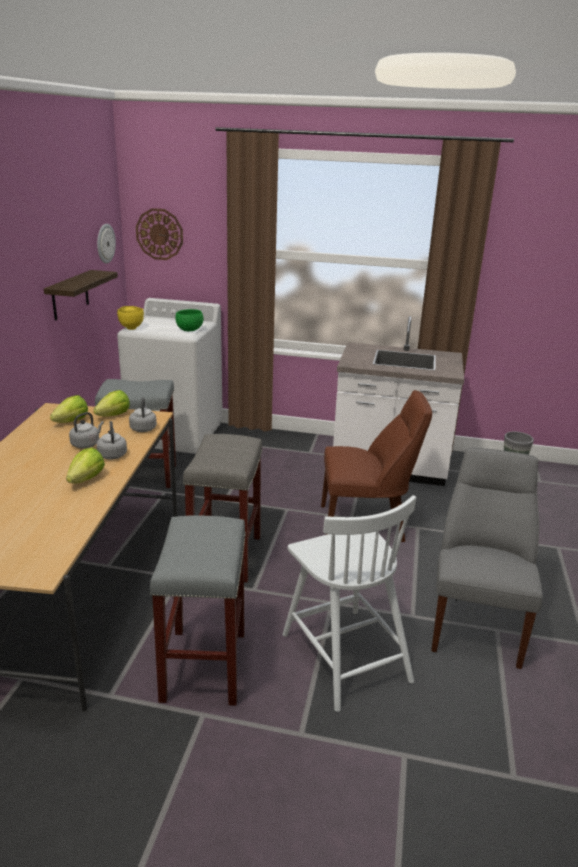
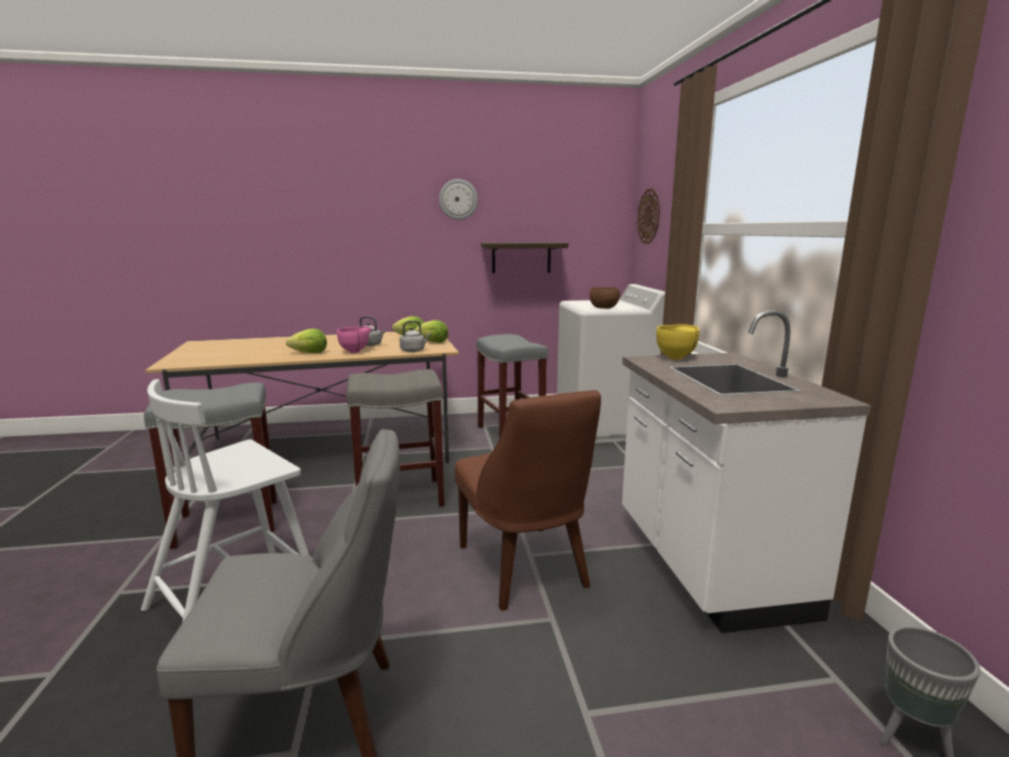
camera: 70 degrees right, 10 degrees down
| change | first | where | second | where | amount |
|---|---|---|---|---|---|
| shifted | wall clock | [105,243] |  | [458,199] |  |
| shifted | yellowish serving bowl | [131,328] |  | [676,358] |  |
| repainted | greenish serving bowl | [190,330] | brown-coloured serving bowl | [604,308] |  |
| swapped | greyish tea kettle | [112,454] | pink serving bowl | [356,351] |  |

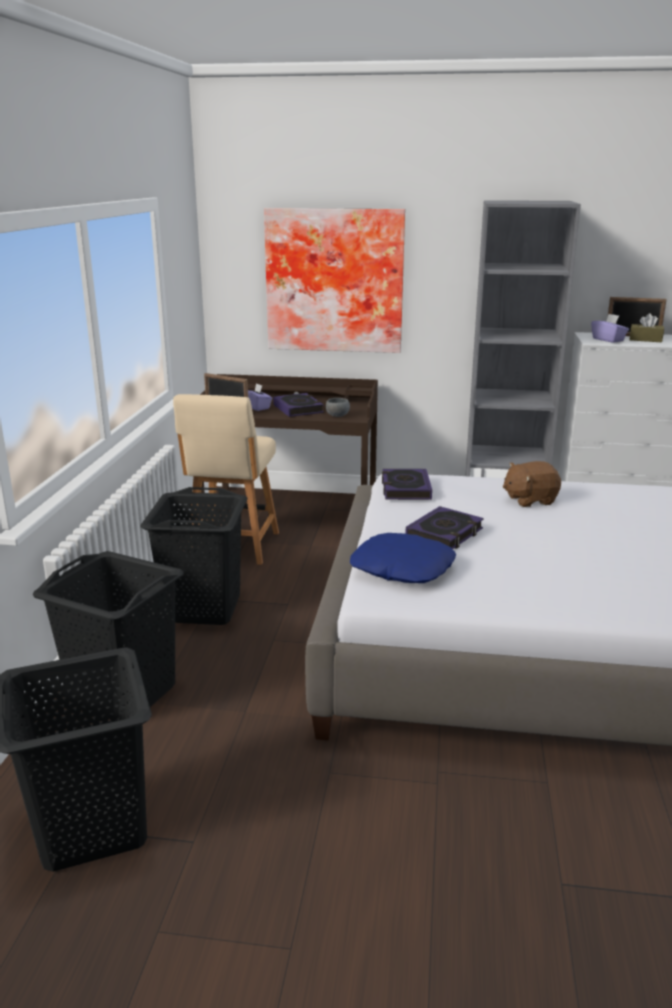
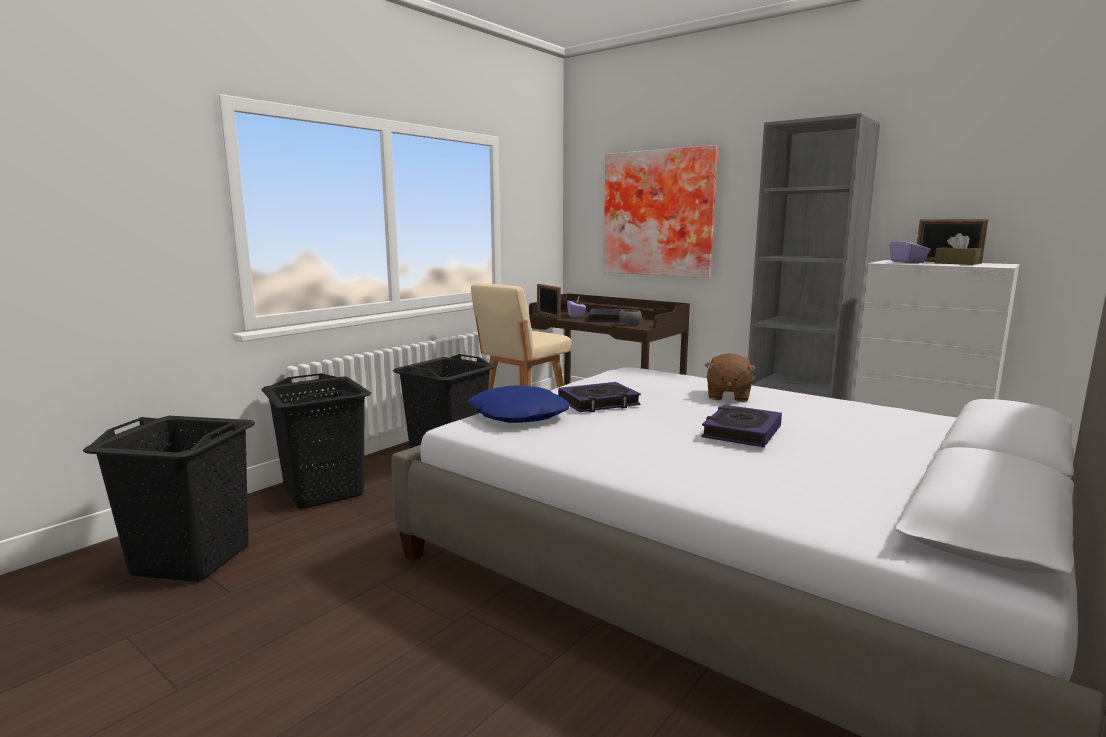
camera: 30 degrees right, 10 degrees down
| change | first | where | second | where | amount |
|---|---|---|---|---|---|
| rotated | brown-coloured soft toy | [529,500] |  | [727,396] | 90 degrees counterclockwise |
| shifted | bound book | [405,489] |  | [741,432] |  |

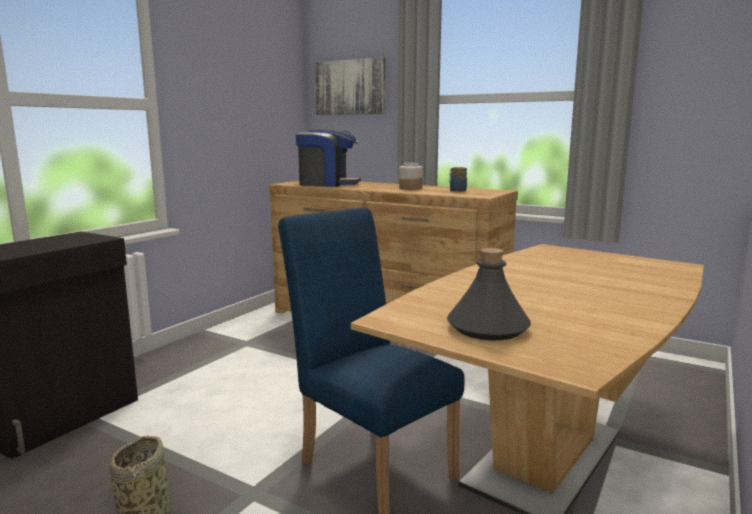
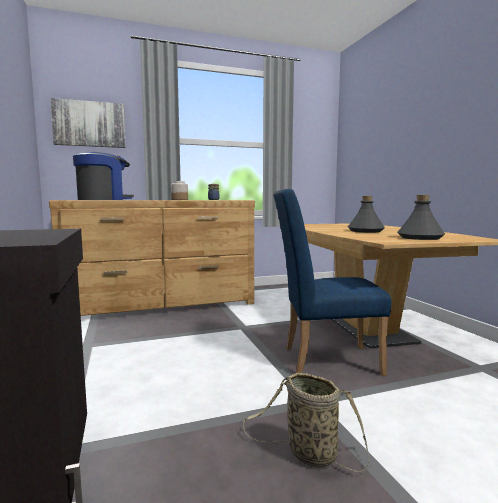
camera: 50 degrees left, 5 degrees down
| change | first | where | second | where | amount |
|---|---|---|---|---|---|
| new |  |  | greyish drink bottle | [365,231] |  |

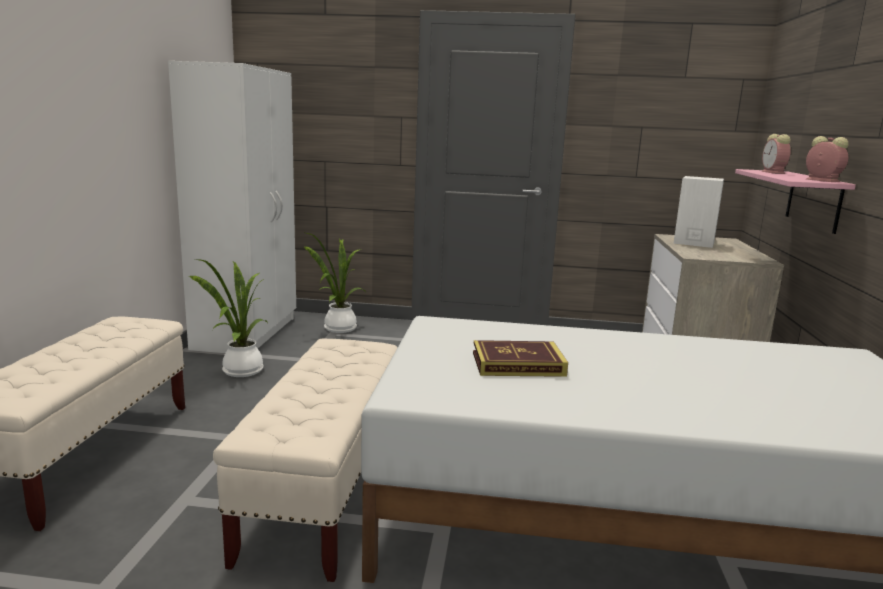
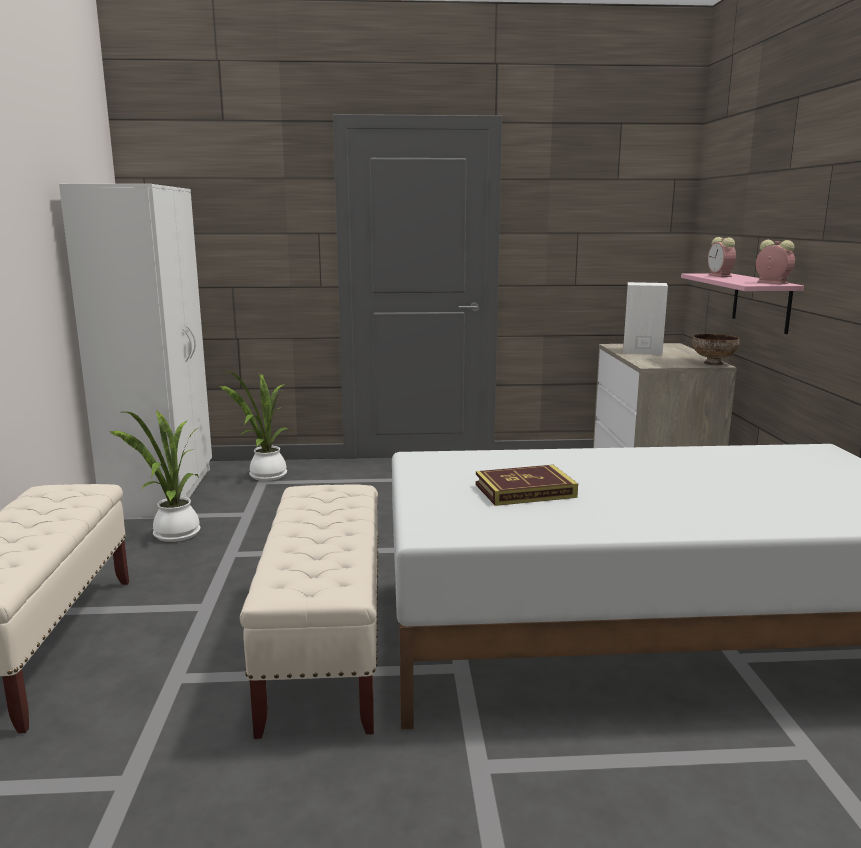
camera: 10 degrees left, 0 degrees up
| change | first | where | second | where | amount |
|---|---|---|---|---|---|
| new |  |  | serving bowl | [712,363] |  |

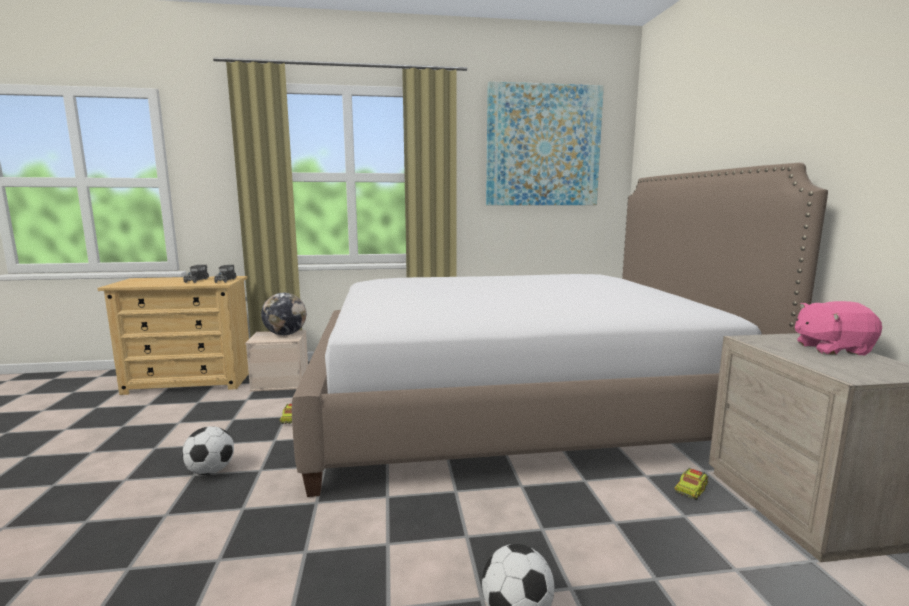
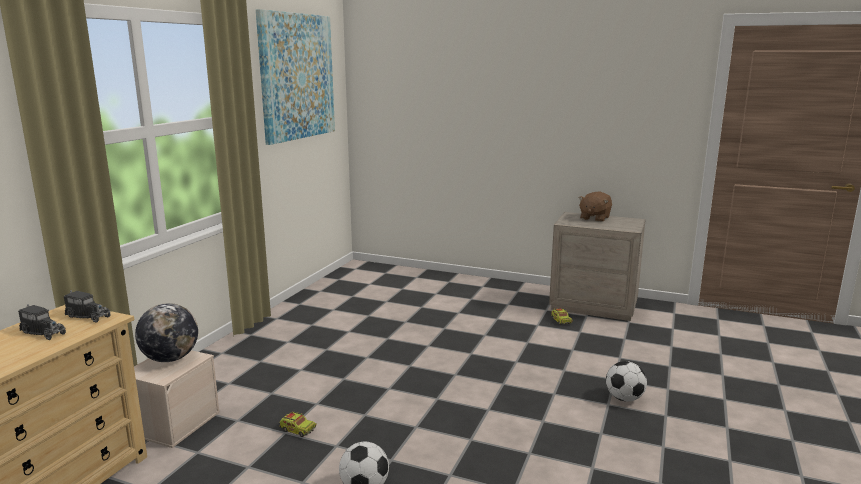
camera: 60 degrees left, 5 degrees up
| change | first | where | second | where | amount |
|---|---|---|---|---|---|
| gone | bedroom bed | [516,406] |  |  |  |
| repainted | pink soft toy | [831,349] | brown-coloured soft toy | [594,218] |  |

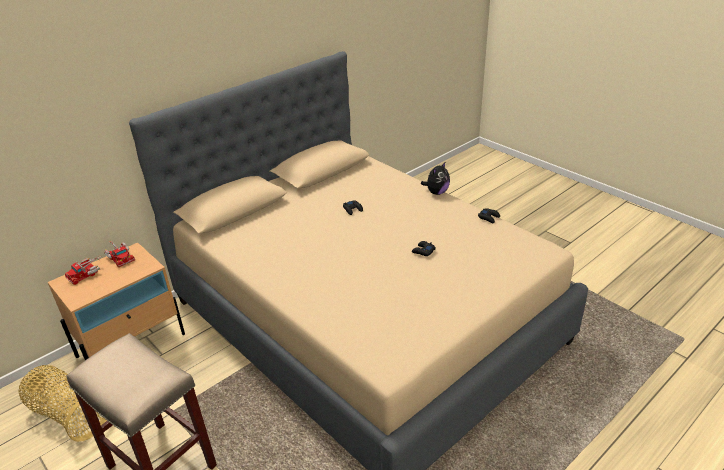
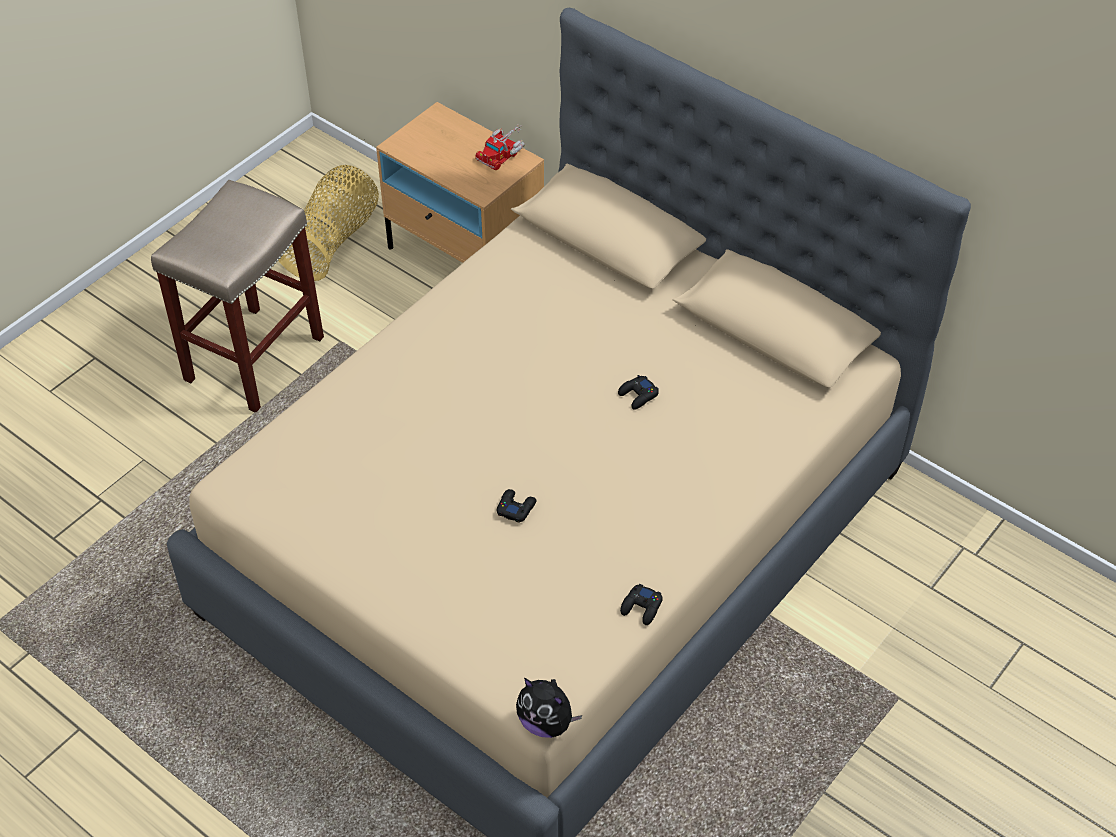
camera: 80 degrees right, 15 degrees up
| change | first | where | second | where | amount |
|---|---|---|---|---|---|
| shifted | soft toy | [436,192] |  | [546,722] |  |
| gone | toy truck | [86,273] |  |  |  |

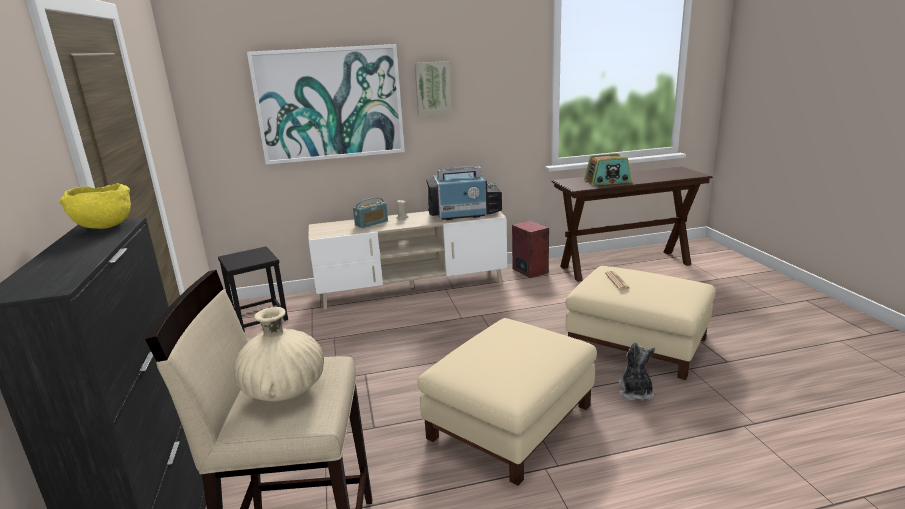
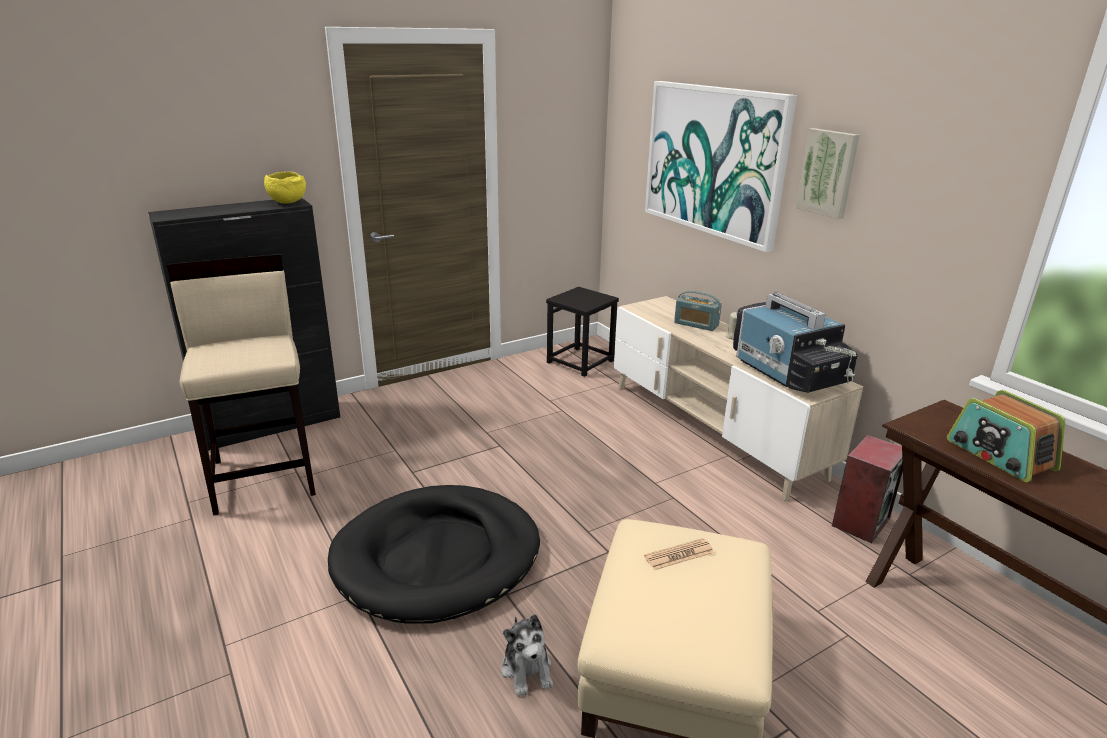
camera: 70 degrees right, 5 degrees up
| change | first | where | second | where | amount |
|---|---|---|---|---|---|
| gone | beige vase | [284,391] |  |  |  |
| swapped | beige ottoman | [510,421] | blackish pet bed | [438,557] |  |
| rotated | soft toy | [635,392] |  | [527,670] | 90 degrees clockwise |

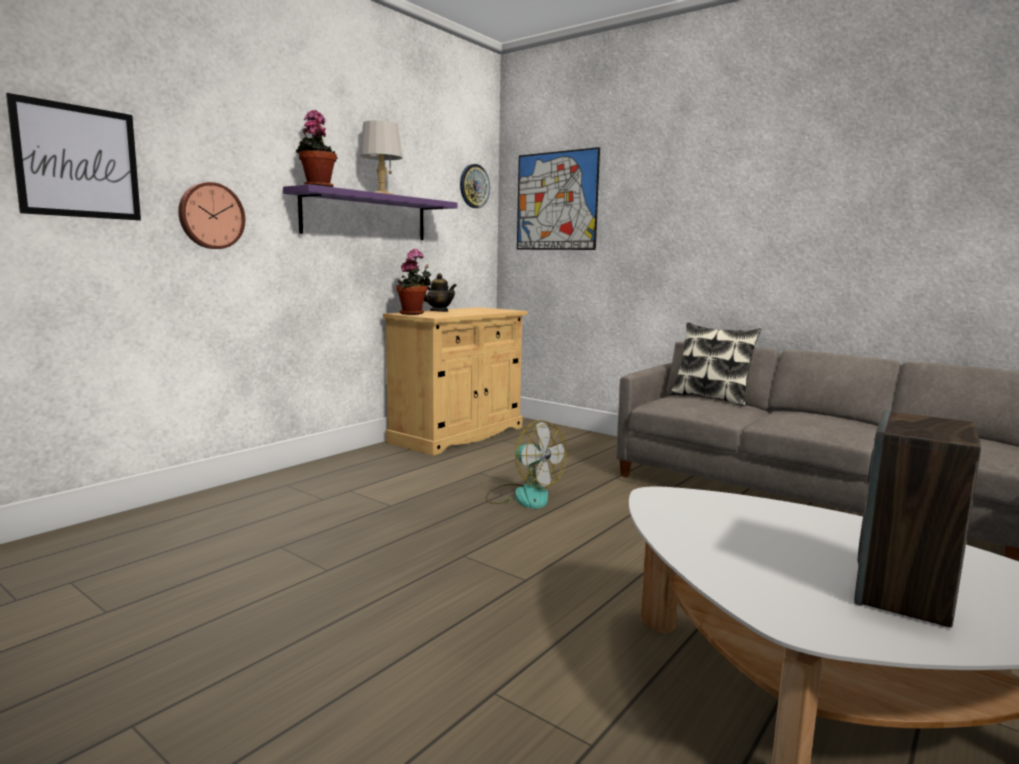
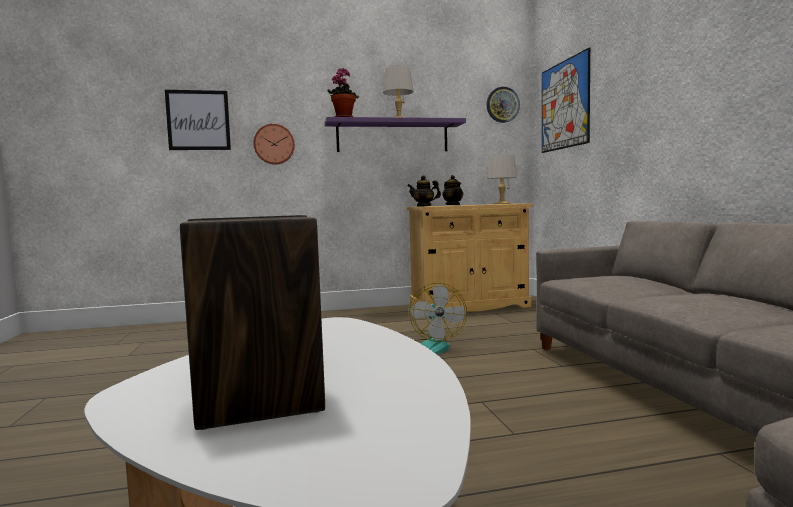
camera: 40 degrees right, 5 degrees down
| change | first | where | second | where | amount |
|---|---|---|---|---|---|
| swapped | plant in a pot | [413,314] | pot for tea | [424,206] |  |
| gone | pillow | [711,398] |  |  |  |
| new |  |  | greyish tabletop lamp | [501,203] |  |

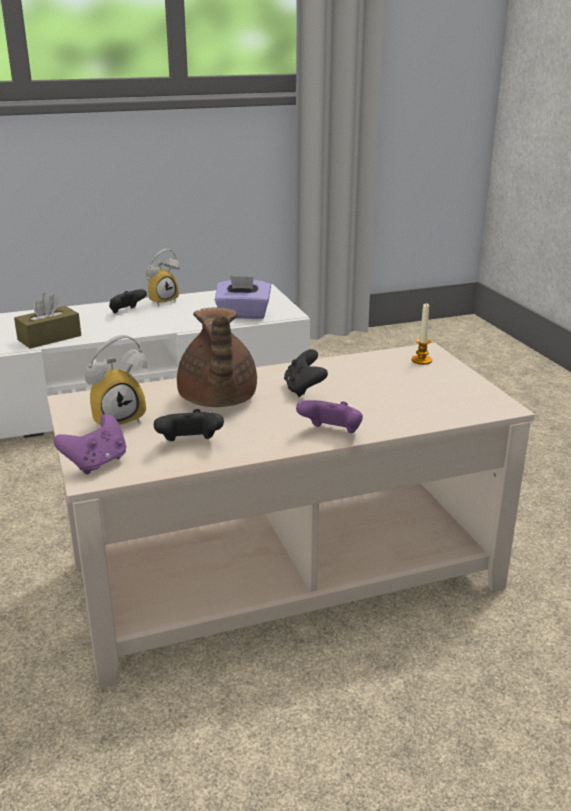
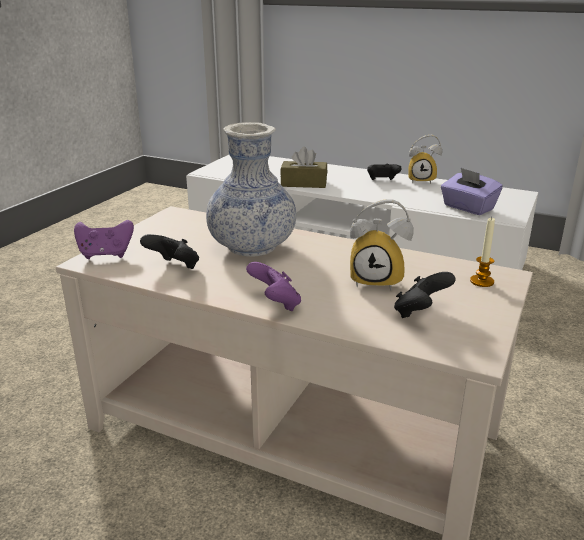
camera: 45 degrees right, 0 degrees up
| change | first | where | second | where | amount |
|---|---|---|---|---|---|
| swapped | brown-coloured pot for tea | [217,400] | vase | [252,247] |  |
| shifted | bedside clock | [118,419] |  | [378,280] |  |
| shifted | blackish gamepad | [304,389] |  | [420,313] |  |

